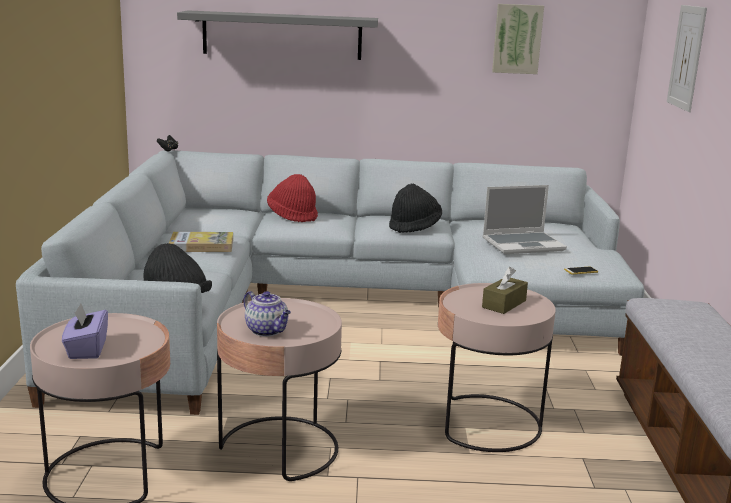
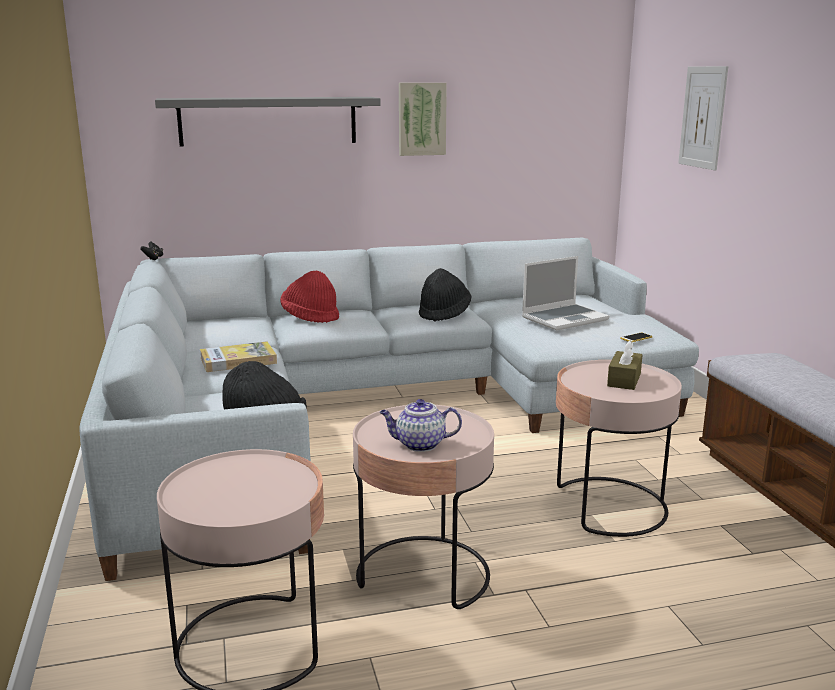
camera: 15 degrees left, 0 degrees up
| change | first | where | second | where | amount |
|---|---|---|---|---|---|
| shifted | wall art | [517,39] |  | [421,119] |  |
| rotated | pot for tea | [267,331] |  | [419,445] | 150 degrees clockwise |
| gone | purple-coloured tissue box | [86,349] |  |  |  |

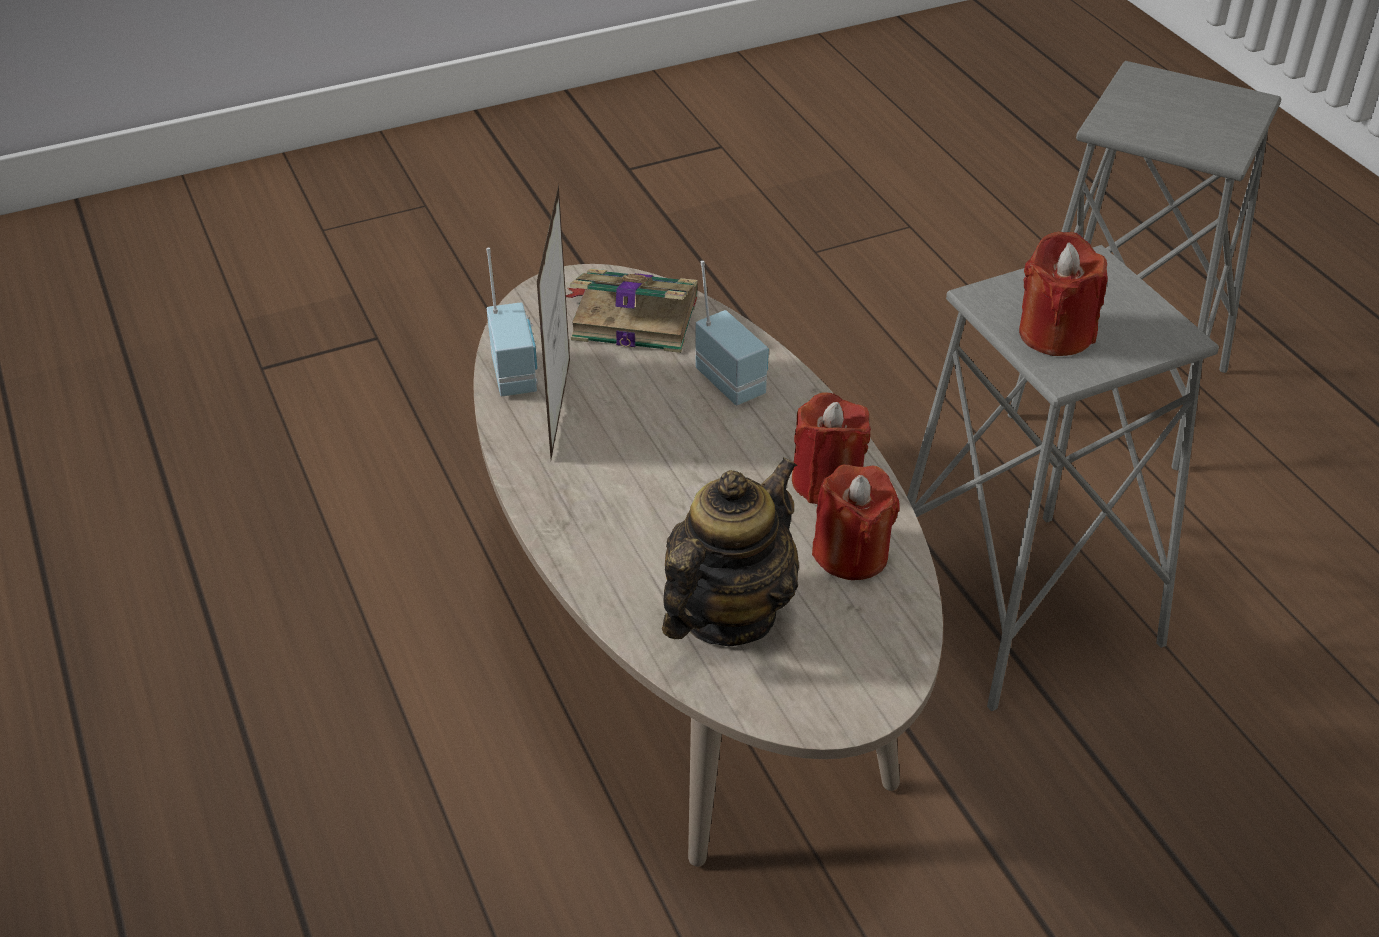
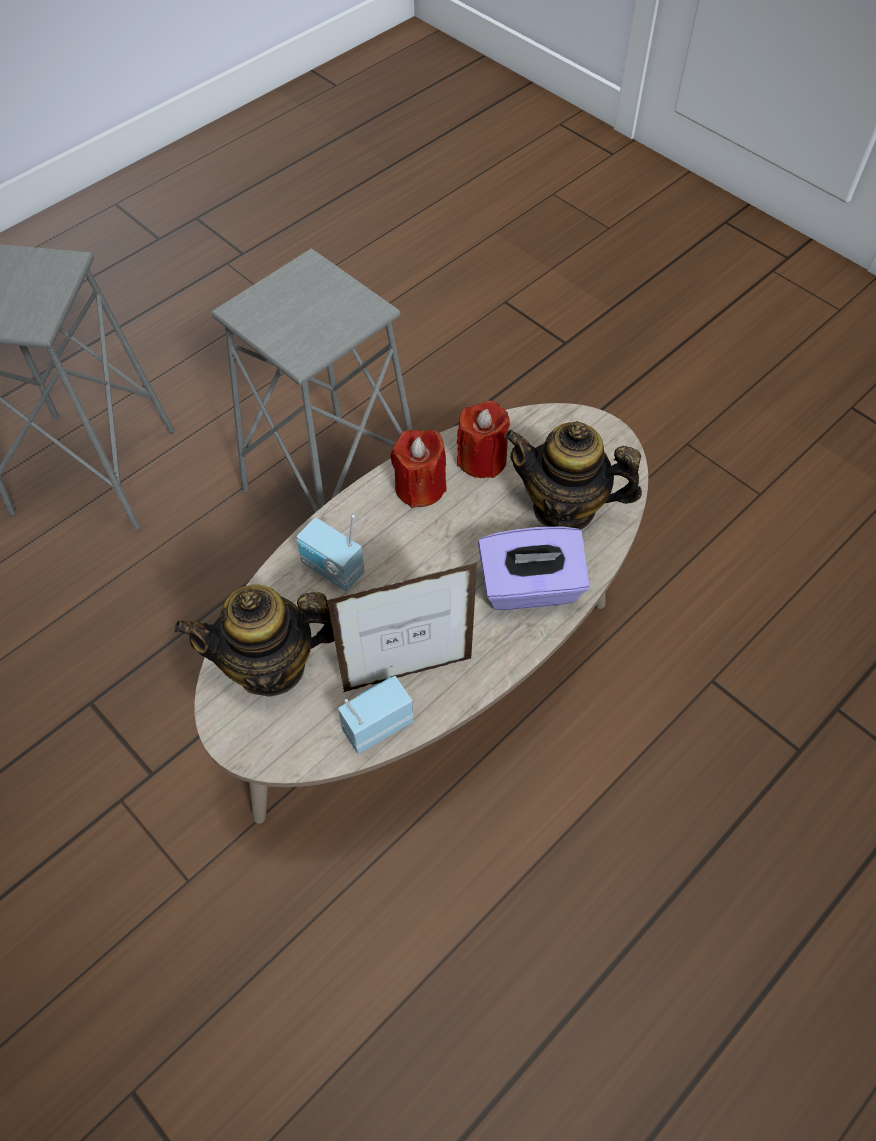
camera: 110 degrees left, 15 degrees up
| change | first | where | second | where | amount |
|---|---|---|---|---|---|
| gone | red candle | [1055,333] |  |  |  |
| rotated | radio set | [732,381] |  | [331,570] | 90 degrees counterclockwise |
| swapped | bound book | [631,318] | pot for tea | [271,666] |  |
| new |  |  | purple-coloured tissue box | [530,588] |  |

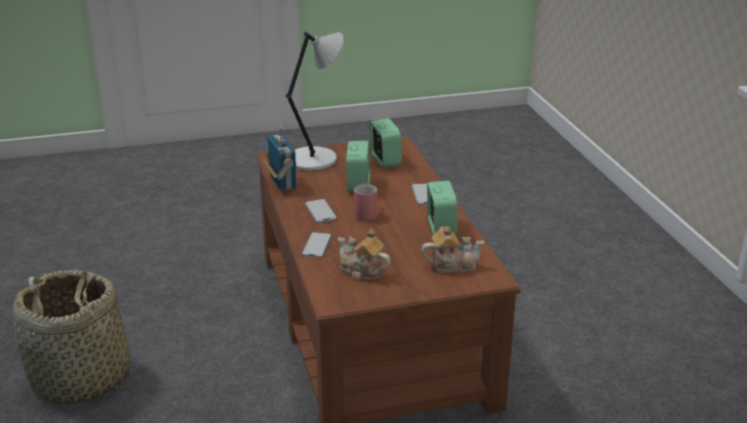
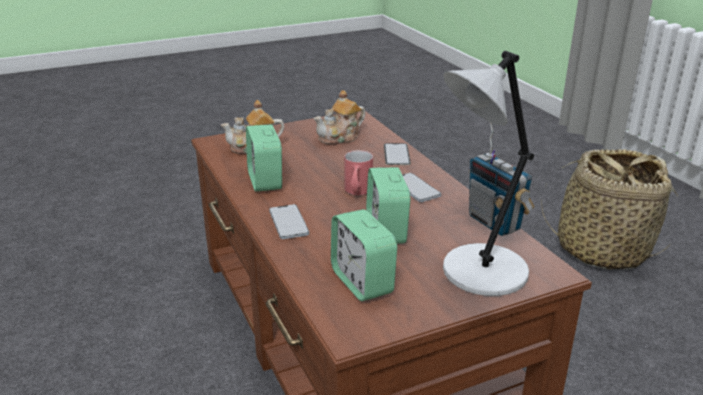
camera: 170 degrees right, 0 degrees up
| change | first | where | second | where | amount |
|---|---|---|---|---|---|
| rotated | pot for tea | [362,271] |  | [340,137] | 120 degrees clockwise |

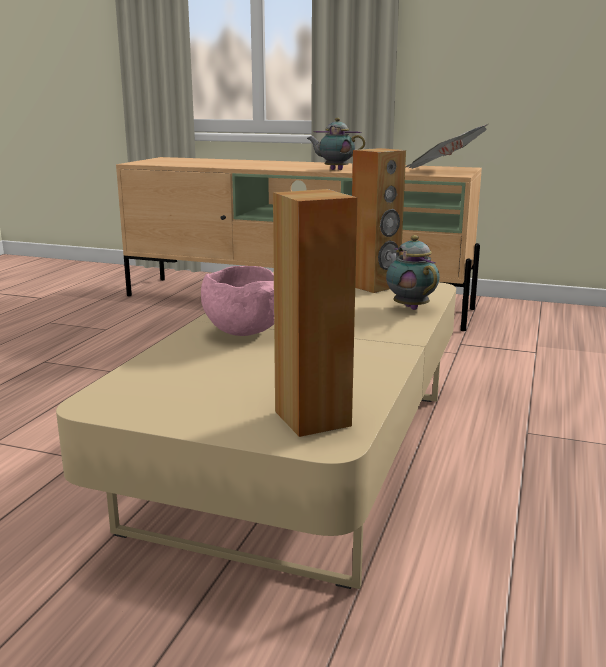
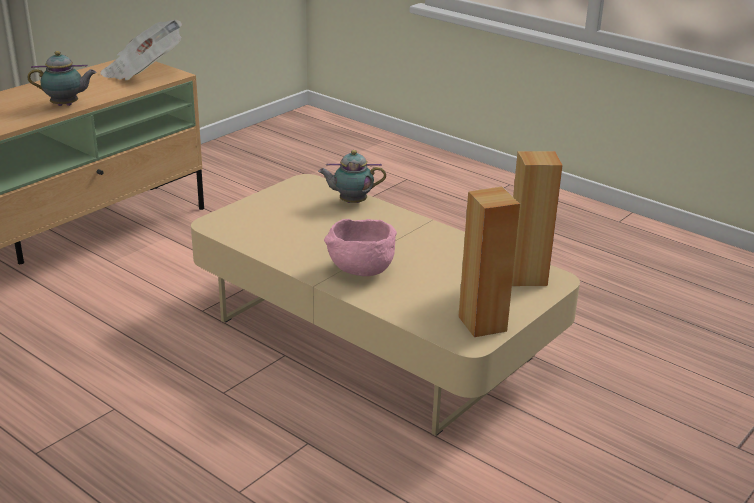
camera: 70 degrees left, 10 degrees up
| change | first | where | second | where | amount |
|---|---|---|---|---|---|
| rotated | pot for tea | [334,170] |  | [67,105] | 135 degrees counterclockwise |
| shifted | brown-coloured loudspeaker | [375,286] |  | [483,323] |  |

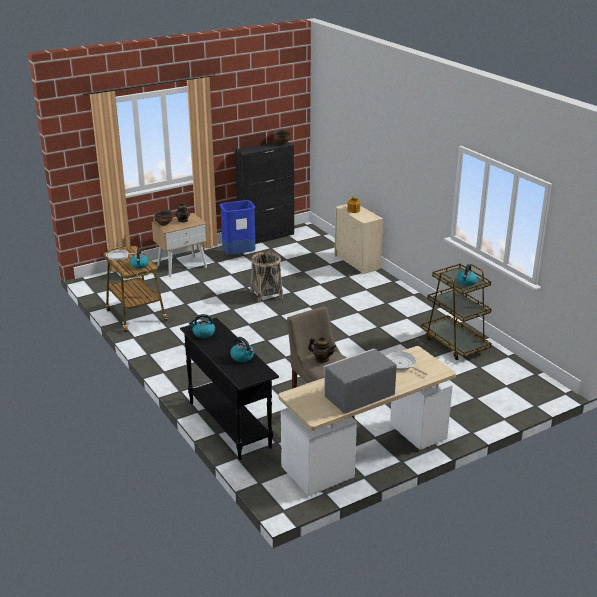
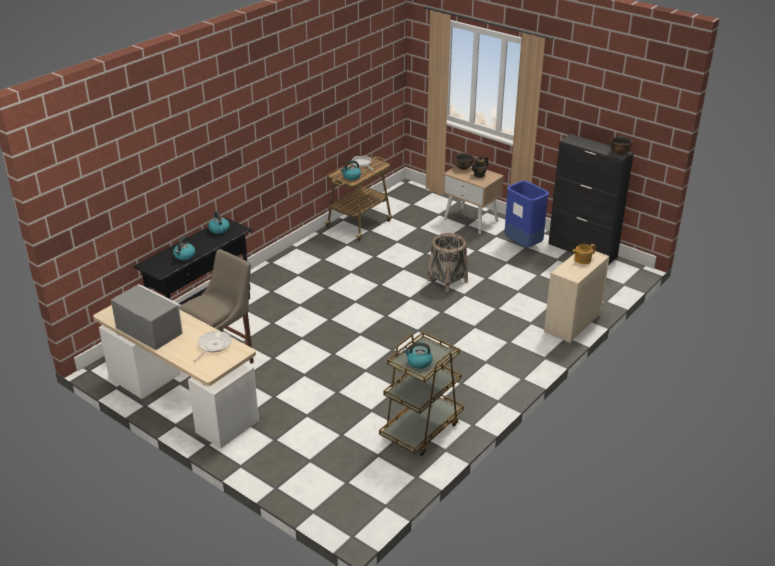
camera: 70 degrees right, 5 degrees up
| change | first | where | second | where | amount |
|---|---|---|---|---|---|
| gone | pot for tea | [322,359] |  |  |  |

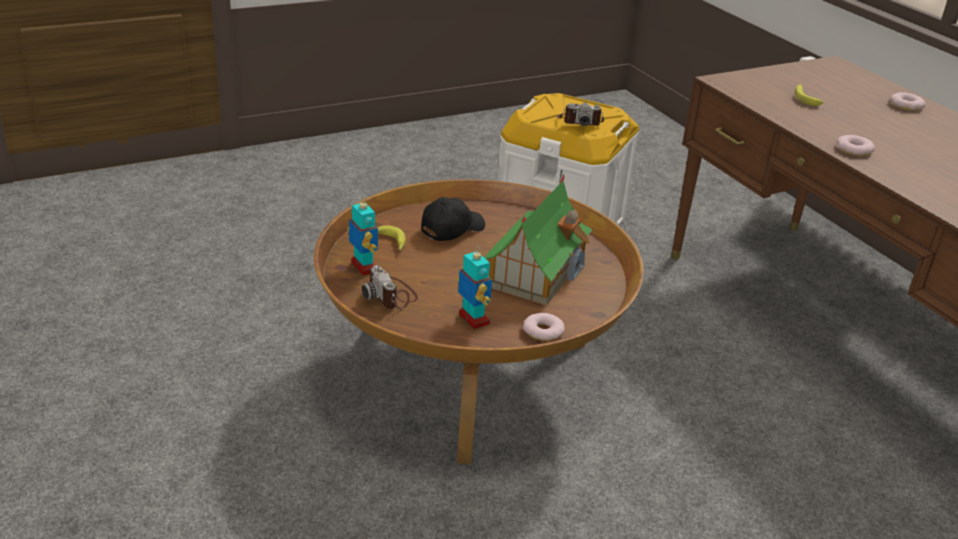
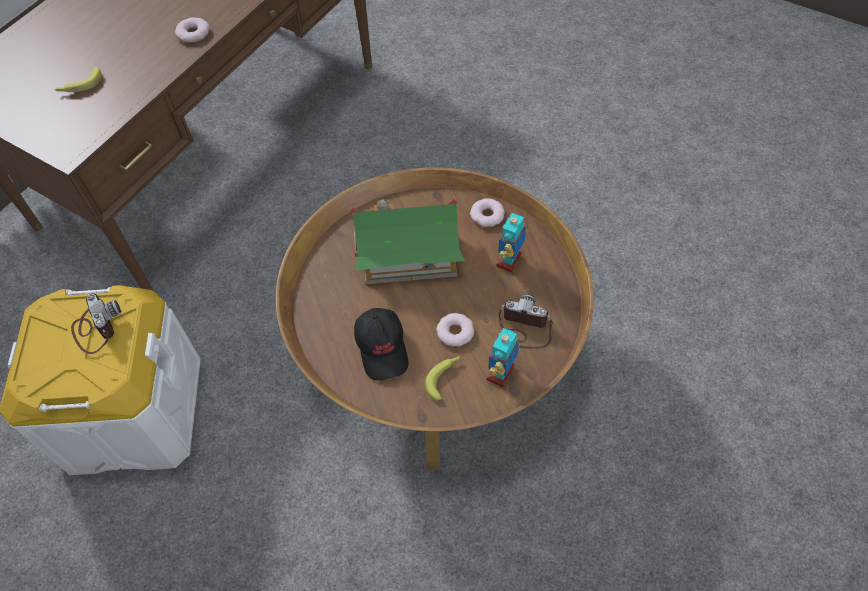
camera: 115 degrees left, 25 degrees up
| change | first | where | second | where | amount |
|---|---|---|---|---|---|
| shifted | donut | [906,105] |  | [455,332] |  |
| rotated | blackish peaked cap | [452,229] |  | [383,348] | 120 degrees counterclockwise |
| rotated | photo camera | [391,295] |  | [524,329] | 105 degrees counterclockwise |

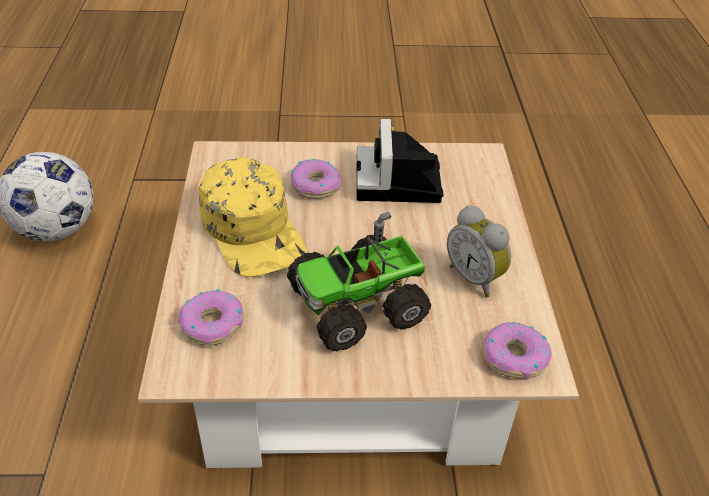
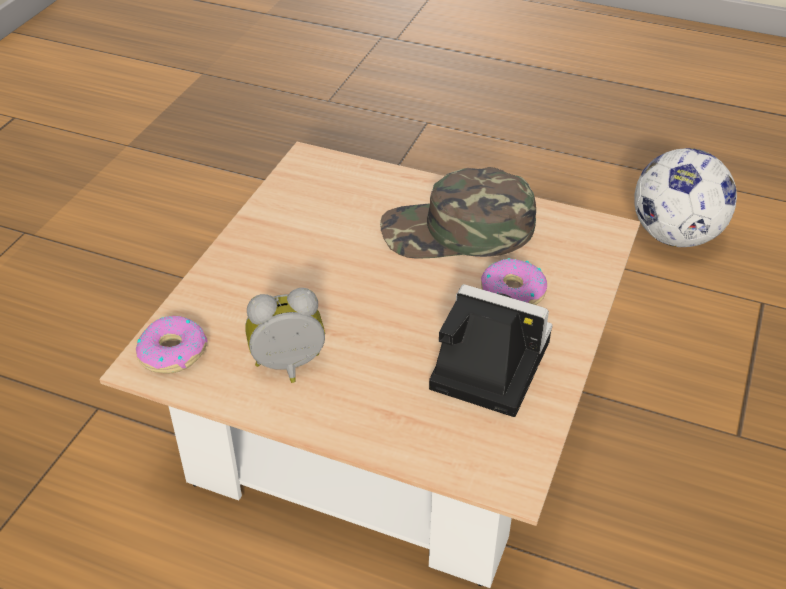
camera: 115 degrees right, 0 degrees up
| change | first | where | second | where | amount |
|---|---|---|---|---|---|
| repainted | yellowish peaked cap | [253,229] | greenish peaked cap | [457,231] |  |
| gone | toy truck | [359,305] |  |  |  |
| gone | donut | [213,324] |  |  |  |

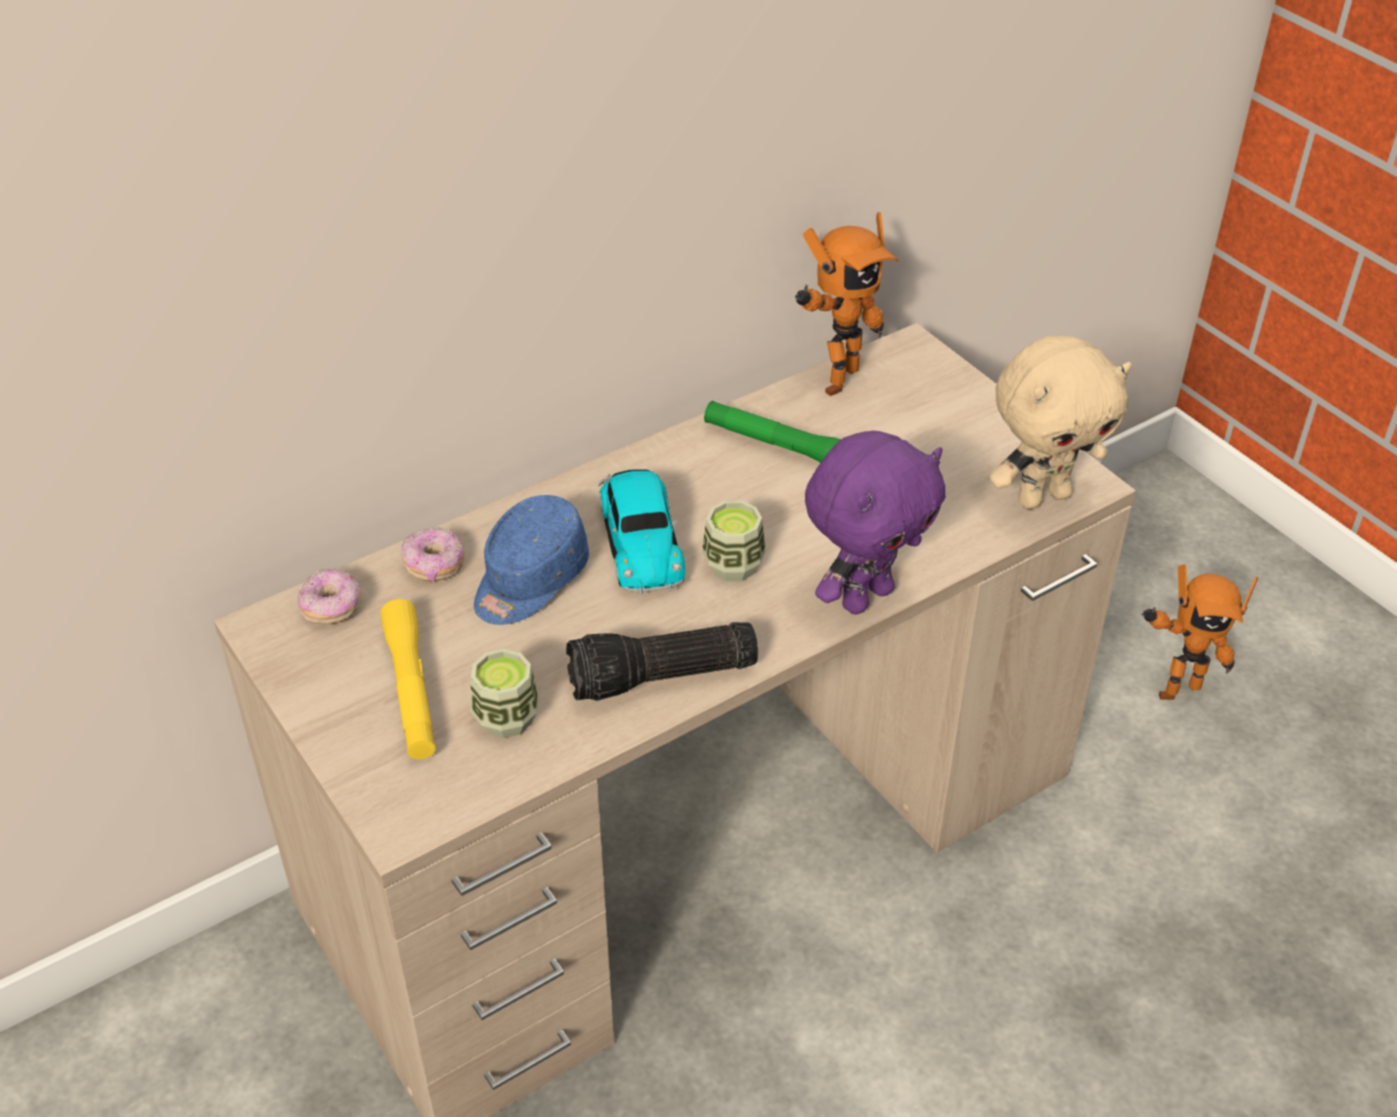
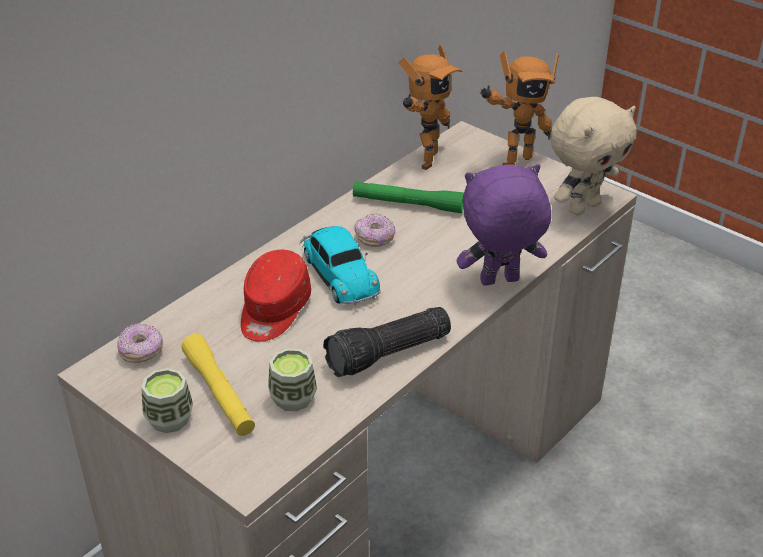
camera: 15 degrees left, 5 degrees down
| change | first | where | second | where | amount |
|---|---|---|---|---|---|
| rotated | purple-coloured soft toy | [865,596] |  | [499,282] | 135 degrees counterclockwise |
| repainted | blue-coloured peaked cap | [529,581] | red peaked cap | [273,311] |  |
| shifted | small cup | [733,565] |  | [169,419] |  |
| shifted | donut | [434,565] |  | [375,238] |  |
| shifted | toy robot | [1175,687] |  | [513,160] |  |

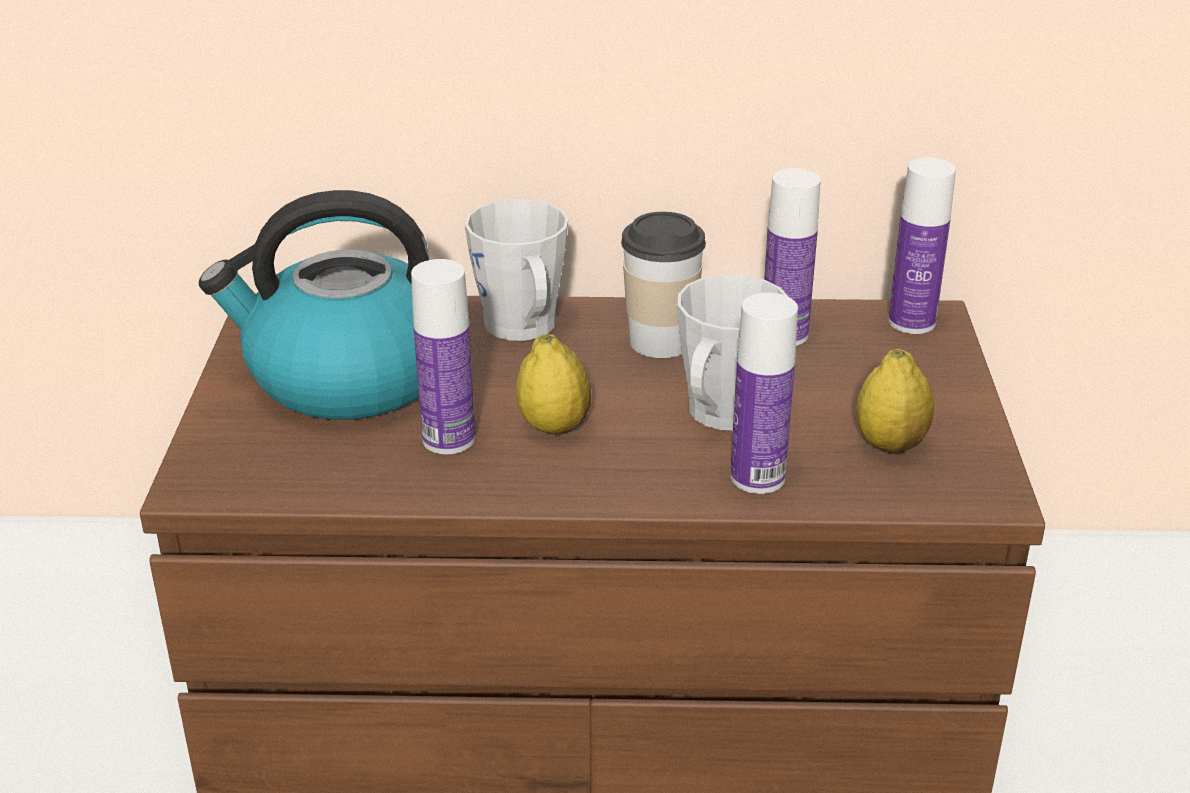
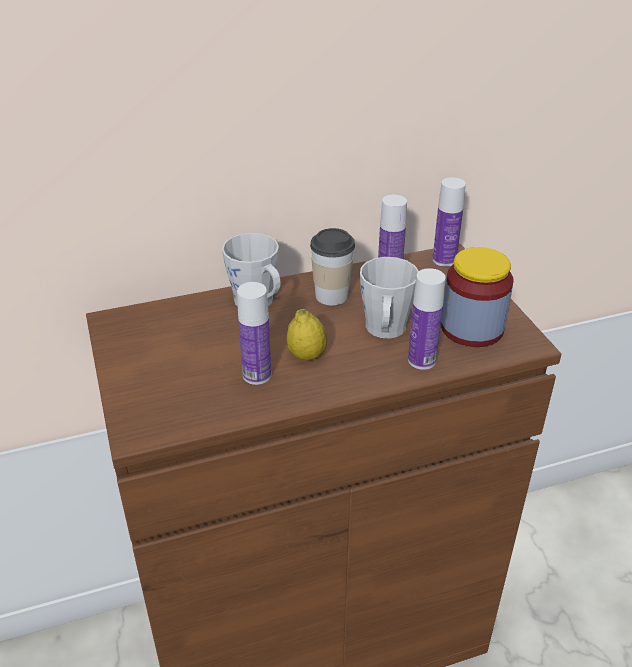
camera: 20 degrees left, 5 degrees up
| change | first | where | second | where | amount |
|---|---|---|---|---|---|
| gone | tea kettle | [347,376] |  |  |  |
| swapped | whole lemon | [890,445] | storage jar | [472,328] |  |

